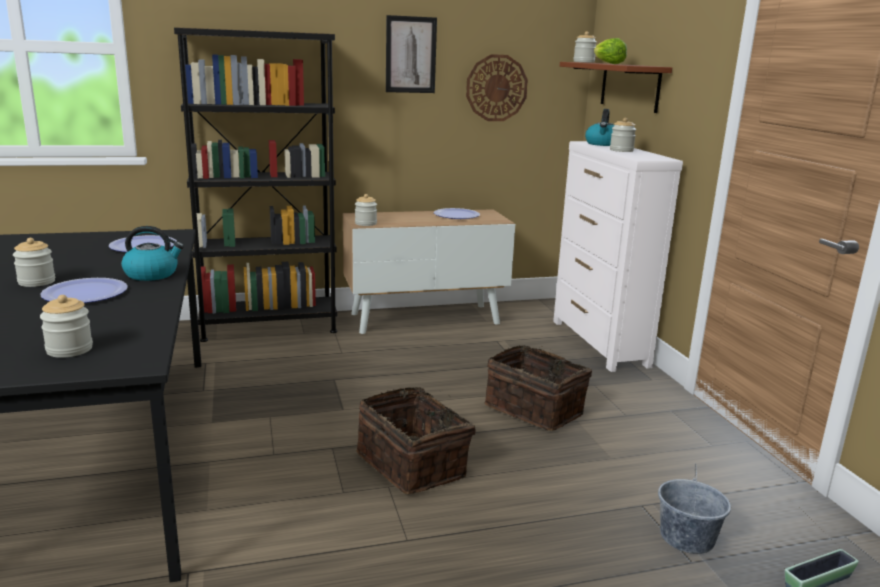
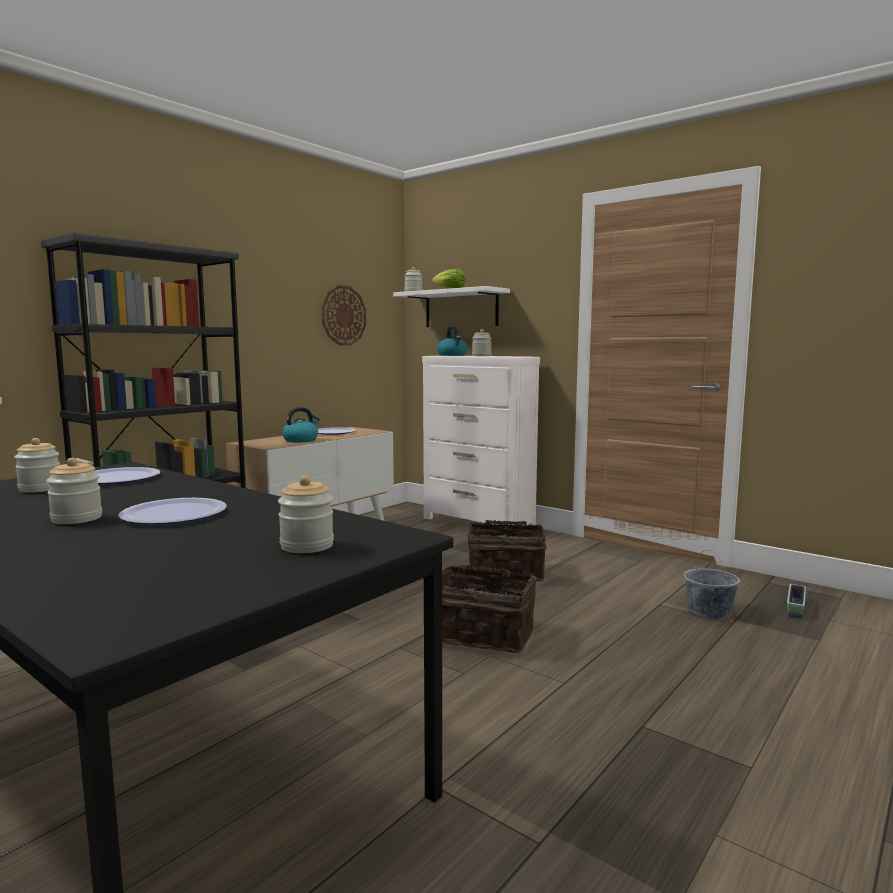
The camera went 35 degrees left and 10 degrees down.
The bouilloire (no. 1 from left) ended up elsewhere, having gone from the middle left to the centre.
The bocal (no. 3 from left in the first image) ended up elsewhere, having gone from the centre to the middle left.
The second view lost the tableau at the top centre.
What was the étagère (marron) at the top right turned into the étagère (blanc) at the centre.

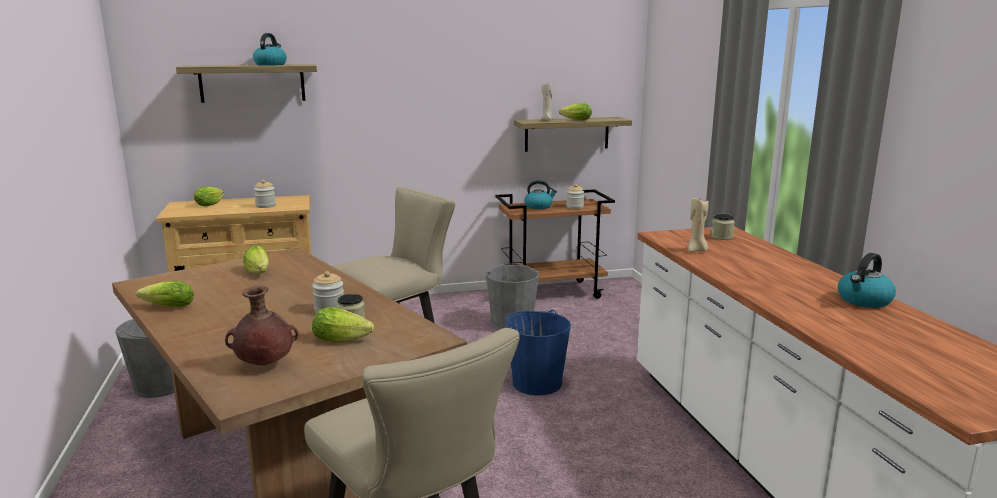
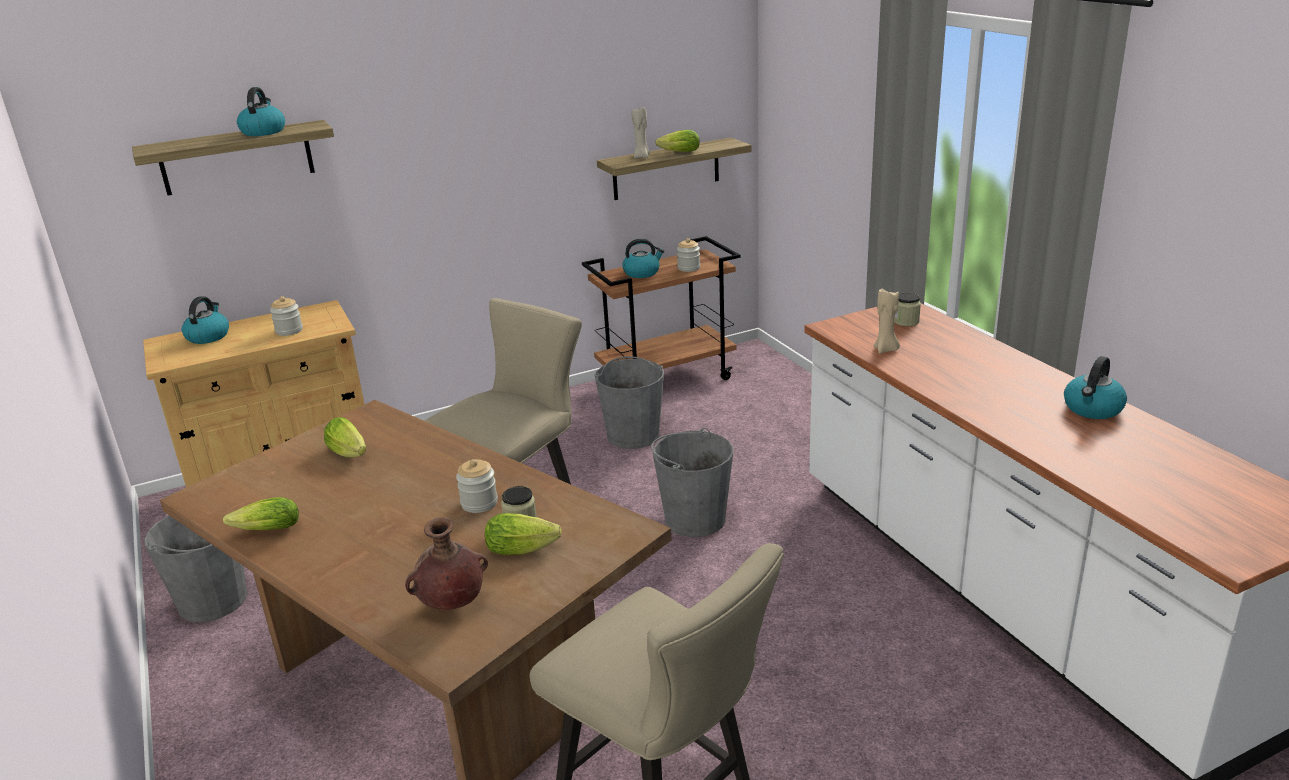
The camera went 10 degrees left and 10 degrees up.
Where the laitue (no. 2 from left) stood at the middle left, the bouilloire (no. 1 from left) came to stand at the middle left.
What was the seau (bleu) at the bottom centre turned into the seau (gris) (no. 3 from left) at the centre.

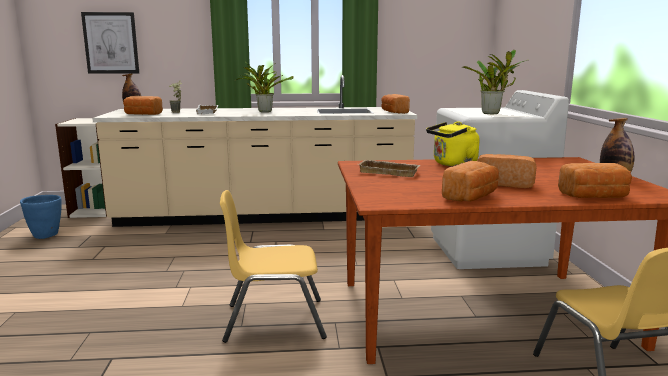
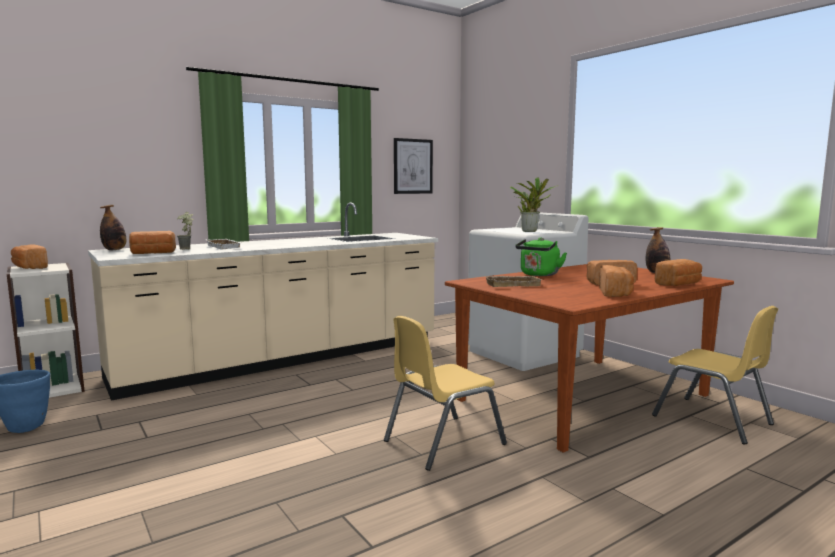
The camera went 30 degrees left and 5 degrees down.
The tableau ended up elsewhere, having gone from the top left to the top centre.
The second view lost the plante en pot (no. 2 from left) at the top centre.
The pain (no. 2 from left in the first image) ended up elsewhere, having gone from the top centre to the middle left.
What was the bouilloire (jaune) at the middle right turned into the bouilloire (vert) at the centre.

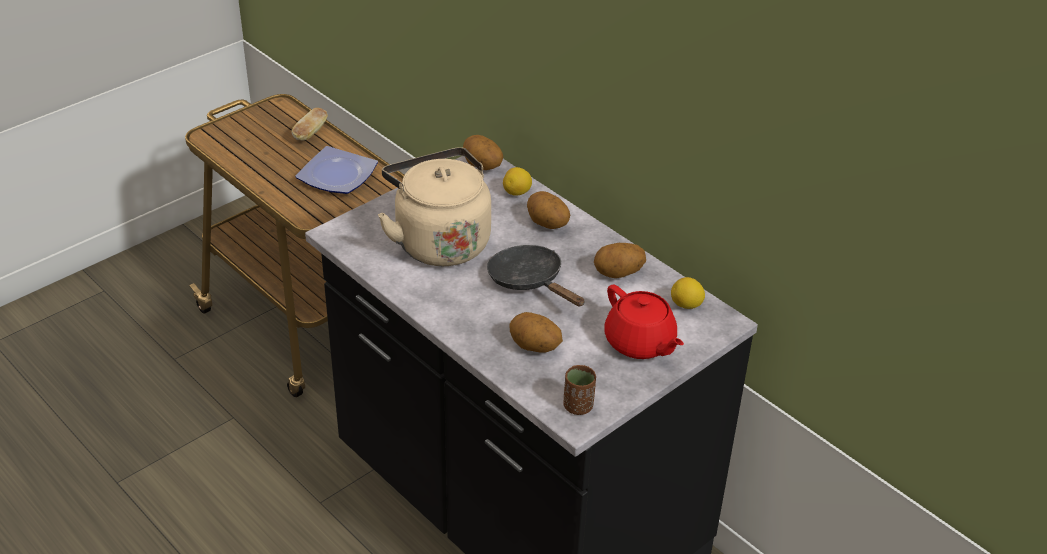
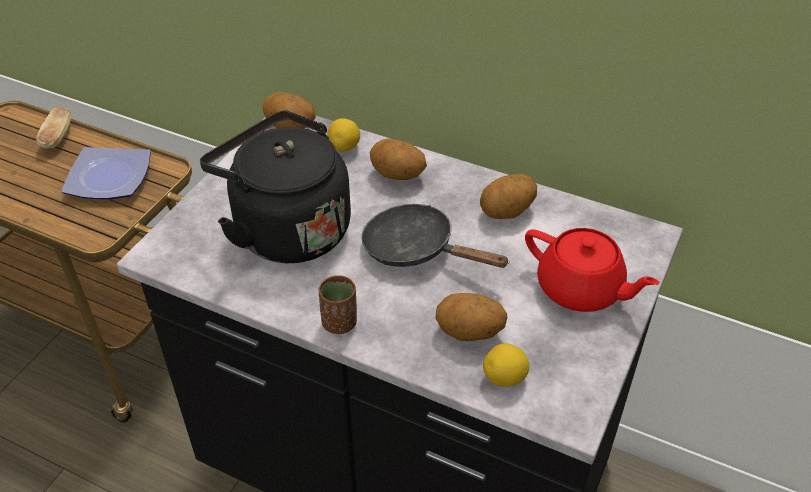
The camera went 20 degrees left and 5 degrees up.
What was the bouilloire (beige) at the centre turned into the bouilloire (noir) at the centre.
The tasse (marron) ended up elsewhere, having gone from the bottom centre to the centre.
The citron (no. 2 from left) ended up elsewhere, having gone from the centre to the bottom centre.

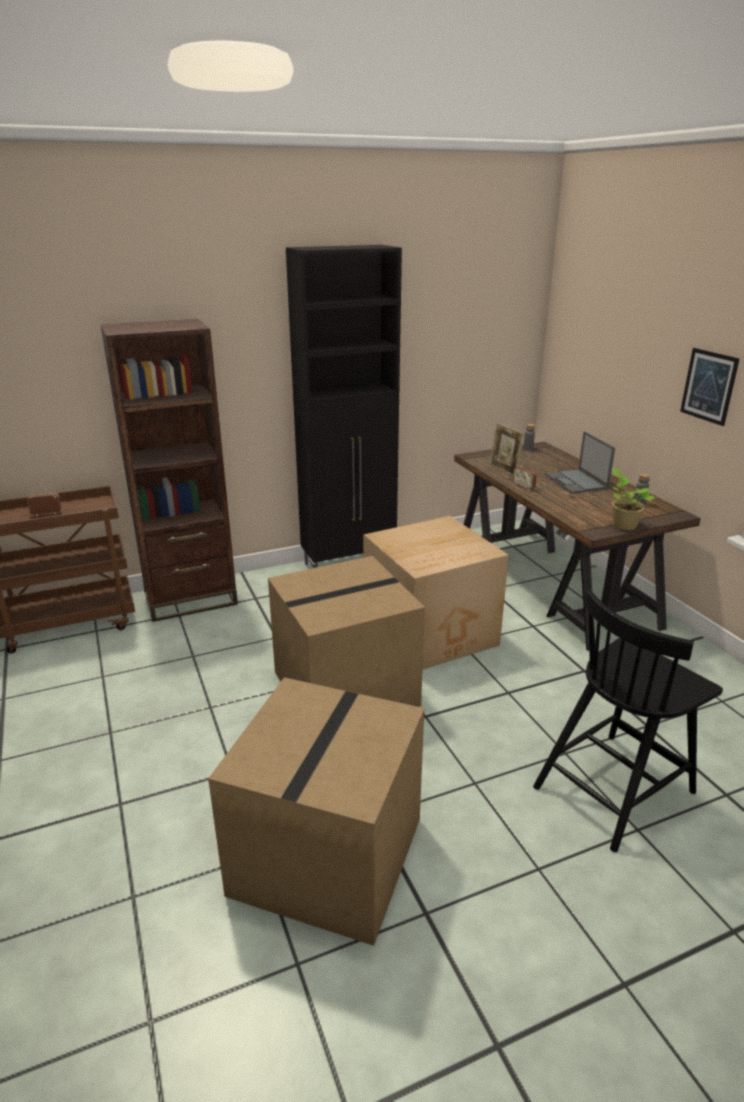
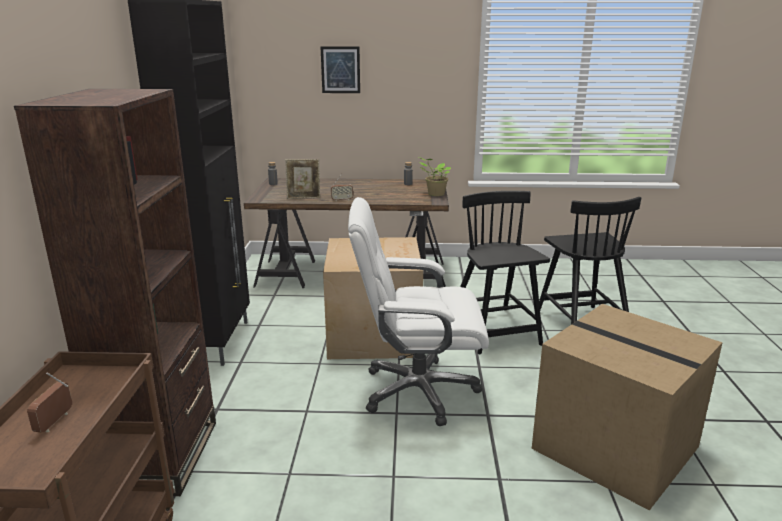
The camera went 65 degrees left and 5 degrees down.
Where the carton (no. 2 from left) stood at the centre, the chaise de bureau (blanc) came to stand at the centre.
The second view lost the ordinateur portable at the middle right.
The tableau ended up elsewhere, having gone from the middle right to the top centre.
The second view gained the chaise (noir) (no. 1 from left) at the centre.

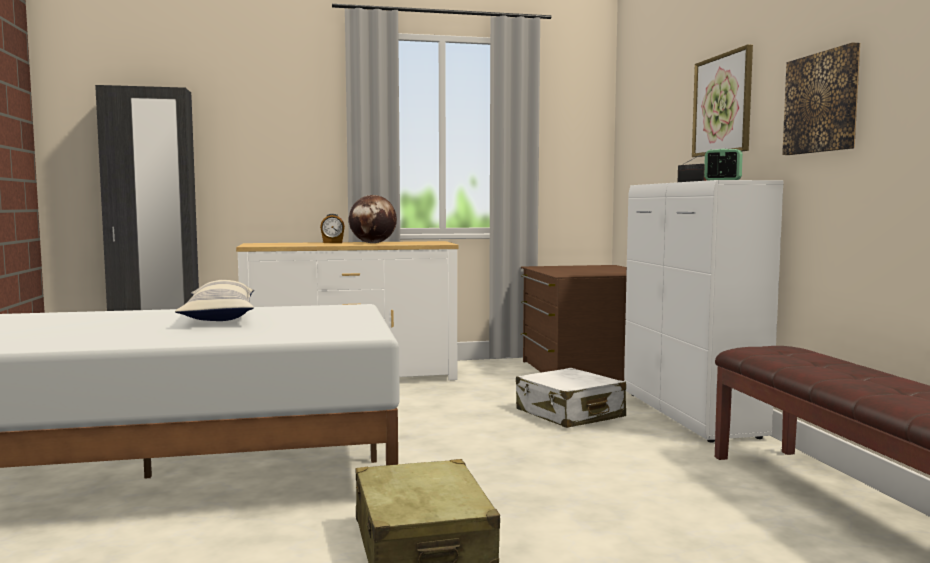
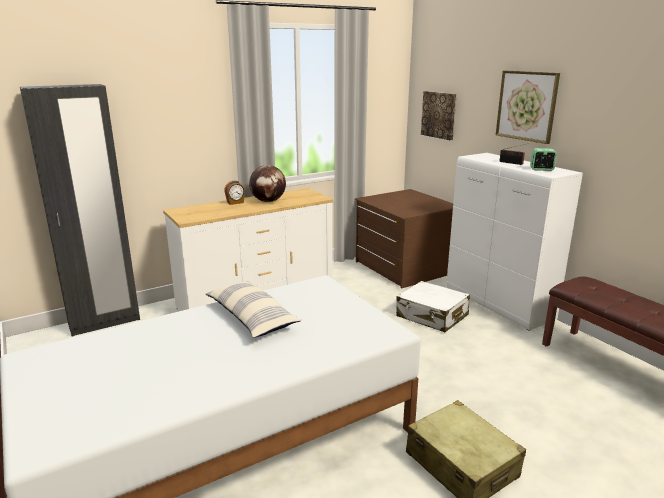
The camera went 20 degrees left and 15 degrees up.
The tableau (no. 2 from left in the first image) ended up elsewhere, having gone from the top right to the top centre.

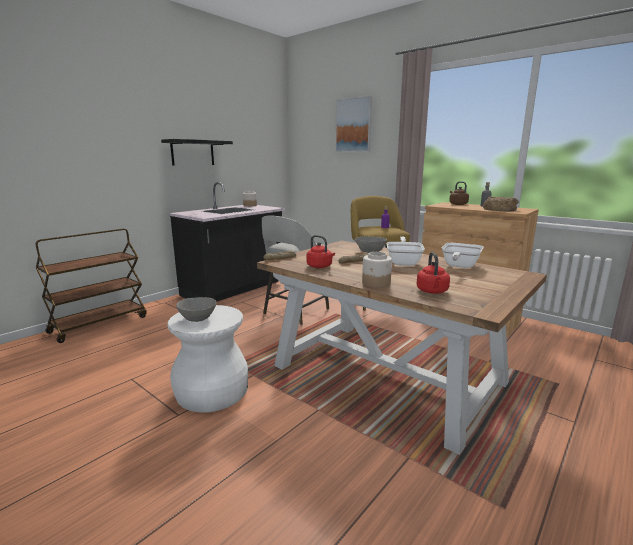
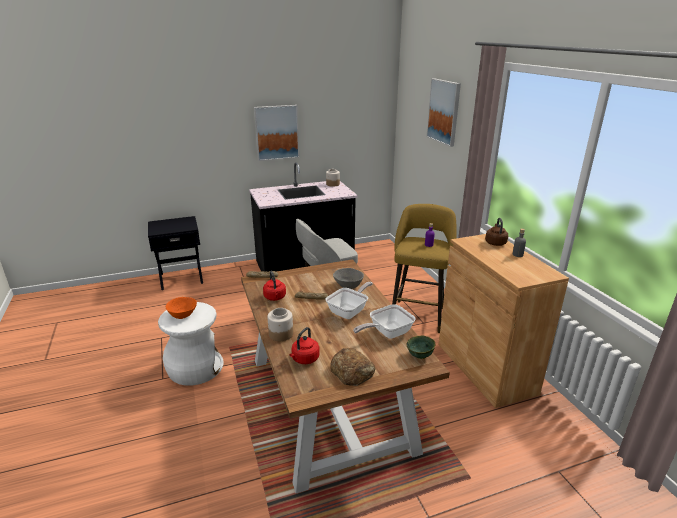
The camera went 30 degrees right and 10 degrees up.
Where the chariot (marron) stood at the middle left, the table de chevet (noir) came to stand at the middle left.
Where the étagère (noir) hung at the top left, the tableau (no. 1 from left) came to hang at the top centre.
What was the bol (gris) (no. 1 from left) at the middle left turned into the bol (orange) at the middle left.
The pain (no. 3 from left) ended up elsewhere, having gone from the middle right to the bottom centre.
The second view gained the bol (vert) at the bottom centre.

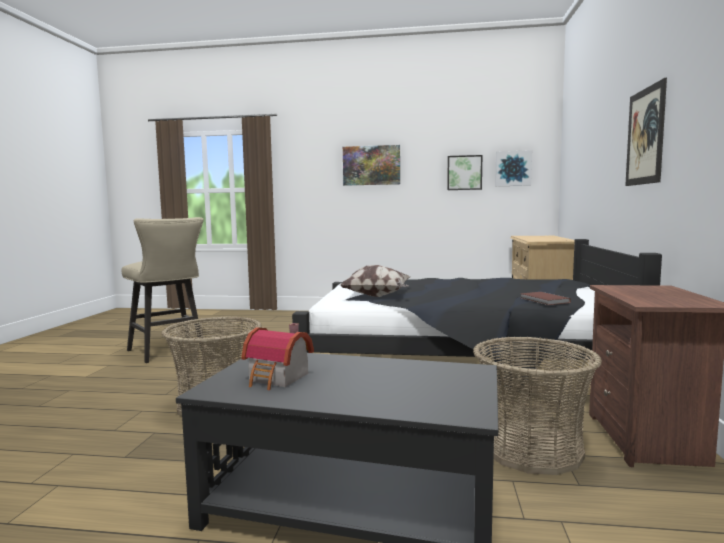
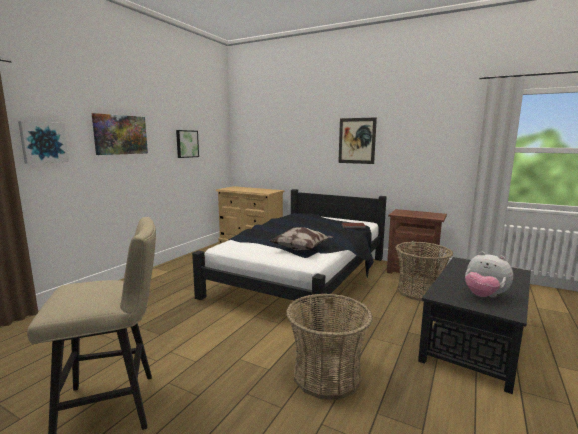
The camera went 70 degrees left and 5 degrees up.
Where the maison miniature stood at the centre, the peluche came to stand at the middle right.
The tableau (no. 3 from left in the first image) ended up elsewhere, having gone from the top right to the top left.

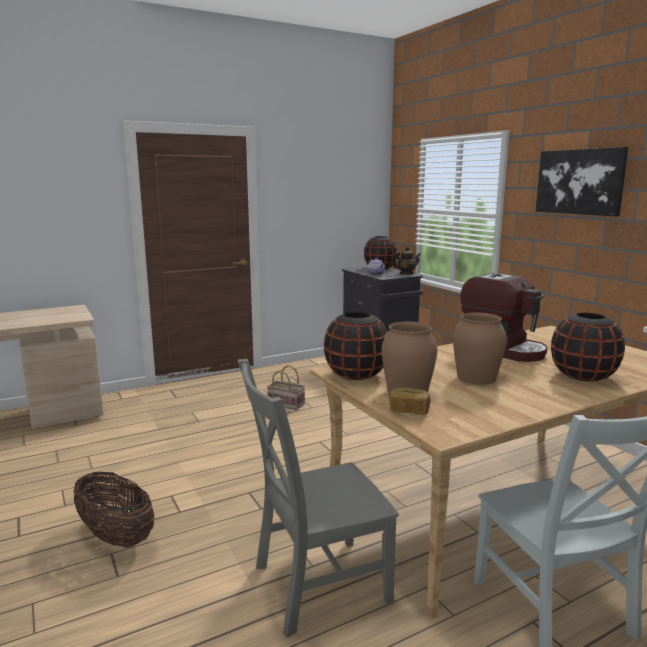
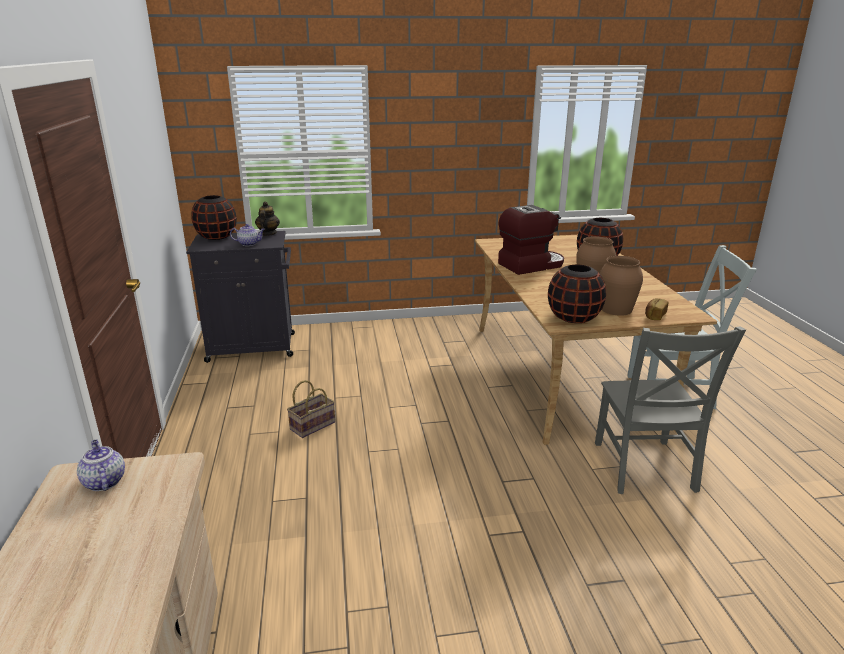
The camera went 70 degrees left and 10 degrees up.
The second view lost the panier (no. 1 from left) at the bottom left.
The second view lost the tableau at the top right.
The second view gained the théière (no. 1 from left) at the bottom left.

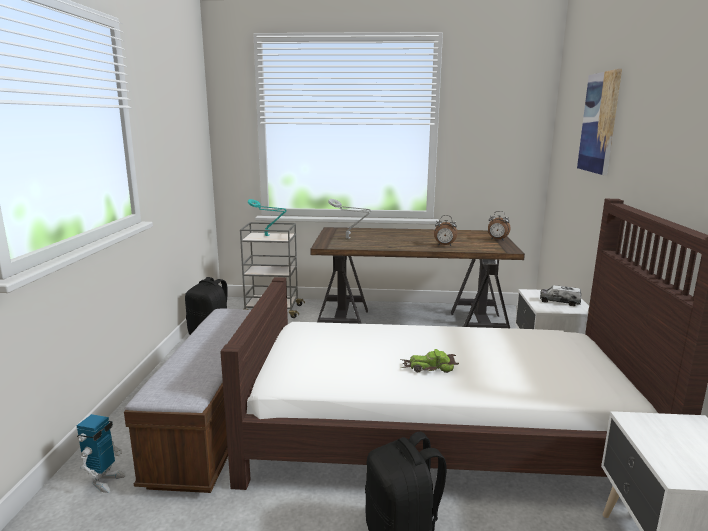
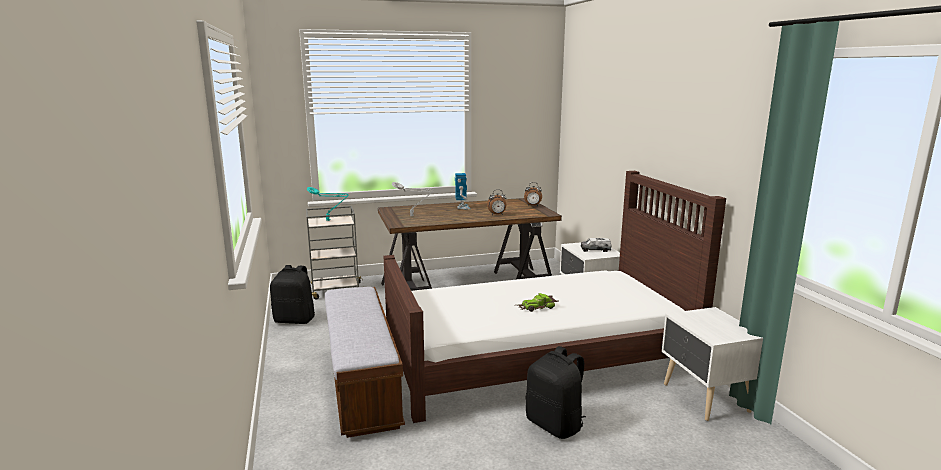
The camera went 20 degrees left and 0 degrees up.
The robot jouet ended up elsewhere, having gone from the bottom left to the centre.
The second view lost the tableau at the top right.

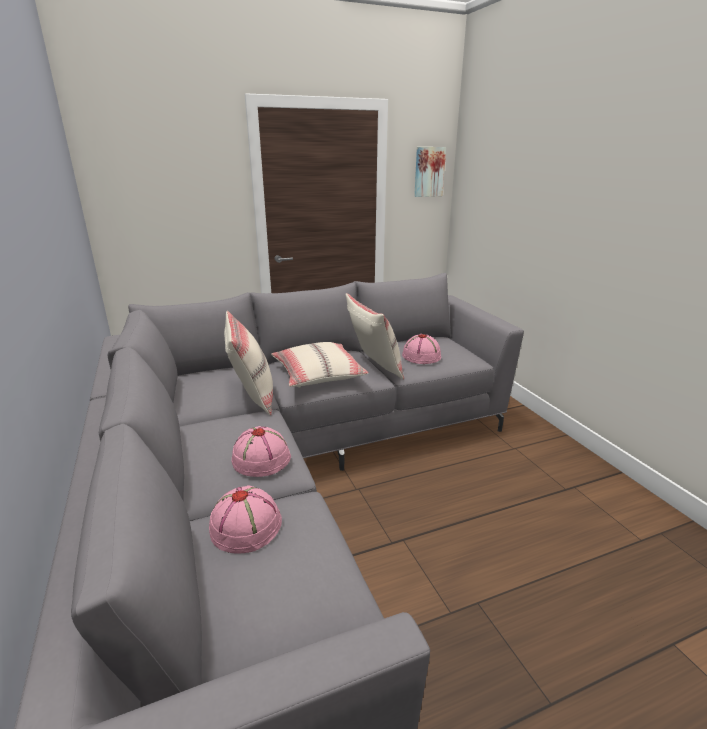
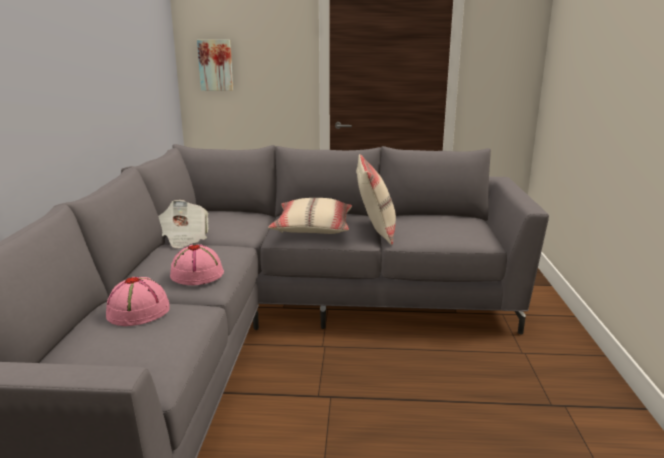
The camera went 25 degrees right and 5 degrees down.
The second view lost the coussin (beige) (no. 1 from left) at the centre.
The second view lost the chapeau (rose) (no. 3 from left) at the centre.
The tableau ended up elsewhere, having gone from the top centre to the top left.
The second view gained the journal at the middle left.

